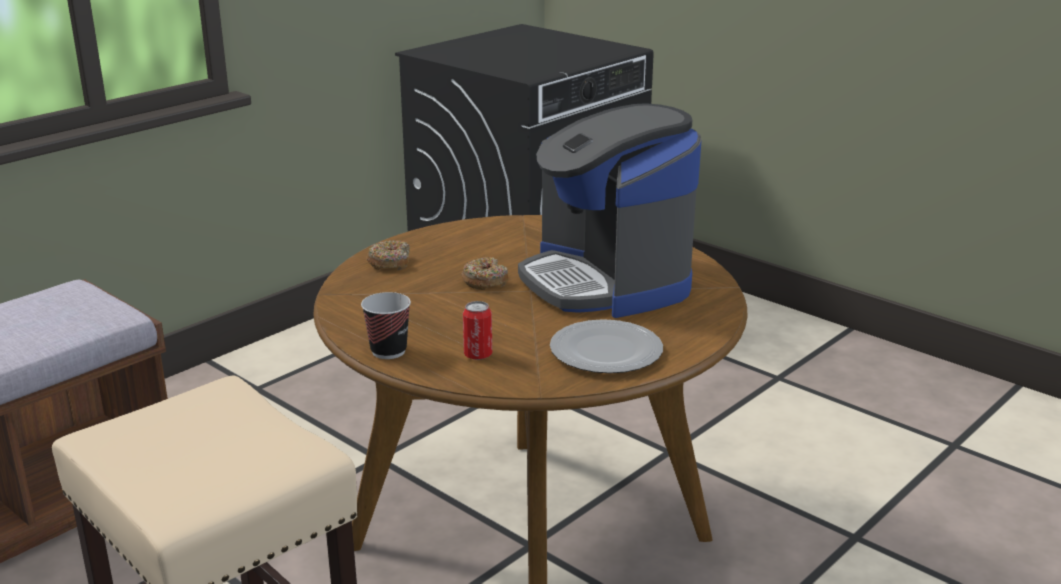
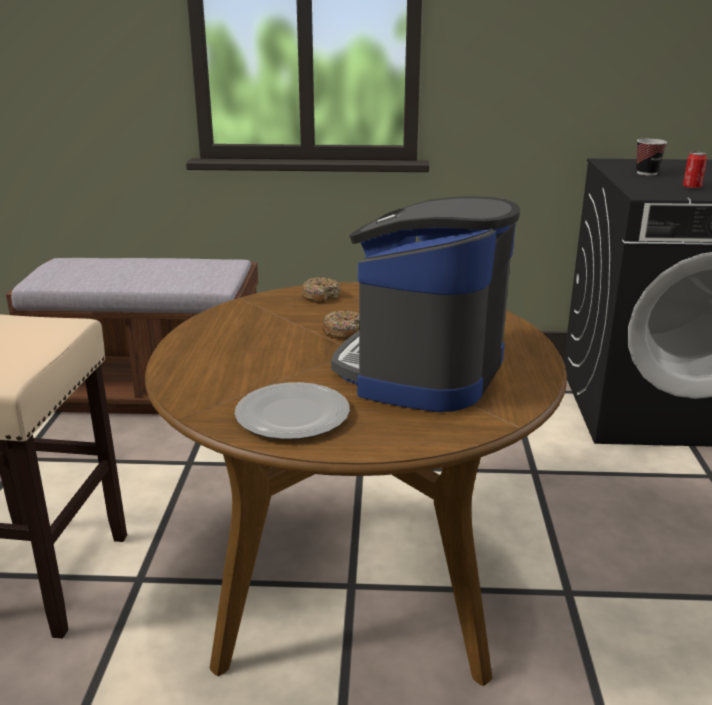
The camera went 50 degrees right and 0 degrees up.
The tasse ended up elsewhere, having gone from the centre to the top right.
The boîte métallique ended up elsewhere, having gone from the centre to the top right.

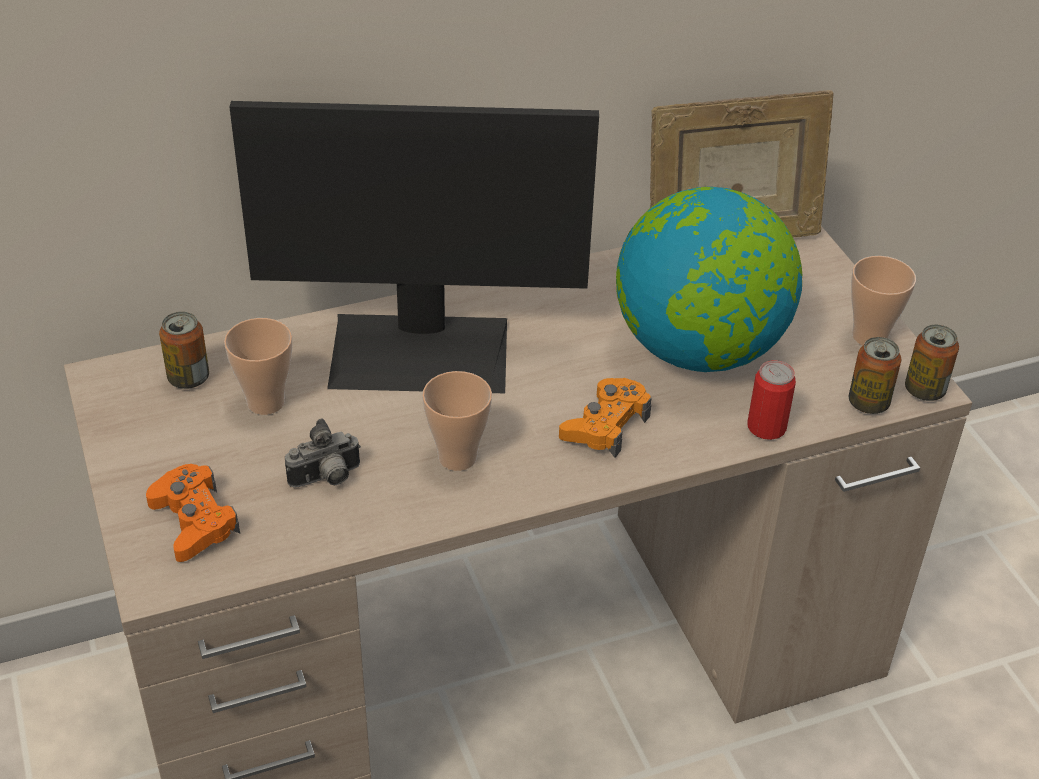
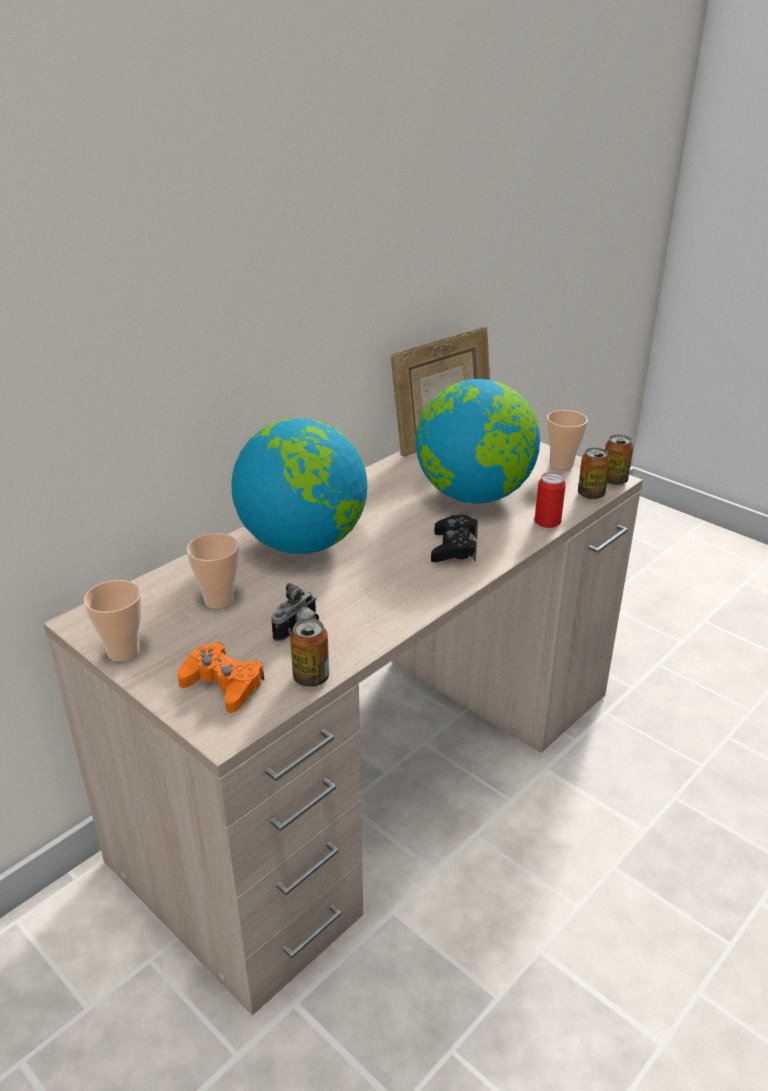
The camera went 25 degrees left and 10 degrees down.
The boîte métallique (no. 1 from left) ended up elsewhere, having gone from the middle left to the centre.
Where the écran d'ordinateur stood at the top centre, the globe (no. 1 from left) came to stand at the centre.
The tasse (no. 2 from left in the first image) ended up elsewhere, having gone from the centre to the middle left.
What was the manette (orange) (no. 2 from left) at the centre turned into the manette (noir) at the centre.

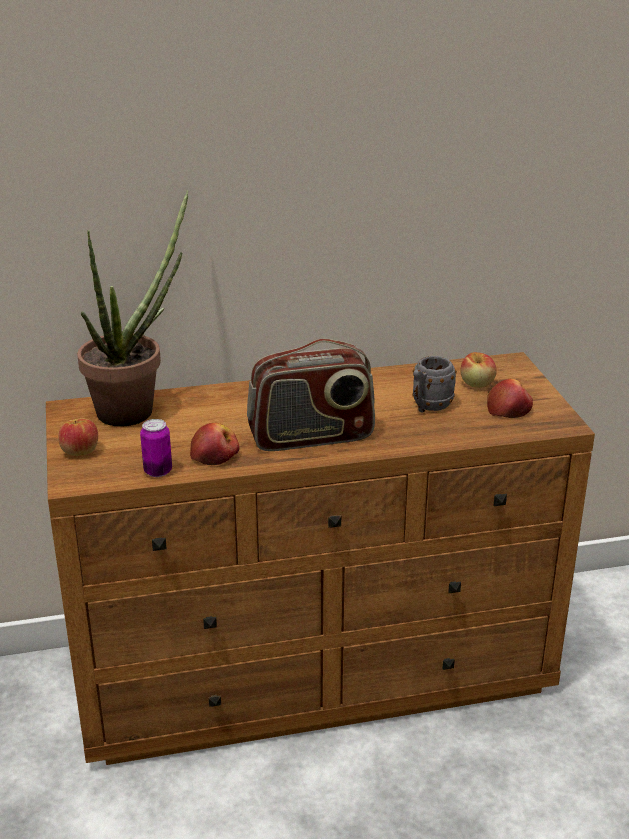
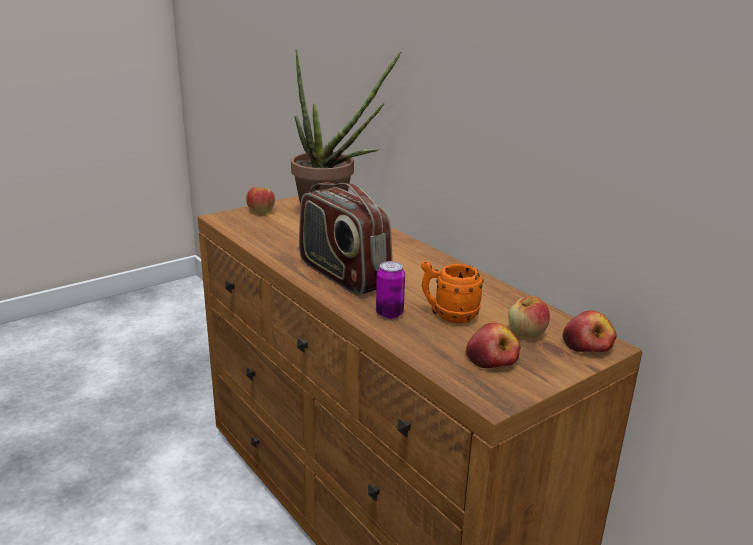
The camera went 65 degrees right and 5 degrees down.
The boîte métallique ended up elsewhere, having gone from the middle left to the centre.
The pomme (no. 2 from left in the first image) ended up elsewhere, having gone from the centre to the middle right.
What was the mug (gris) at the middle right turned into the mug (orange) at the centre.

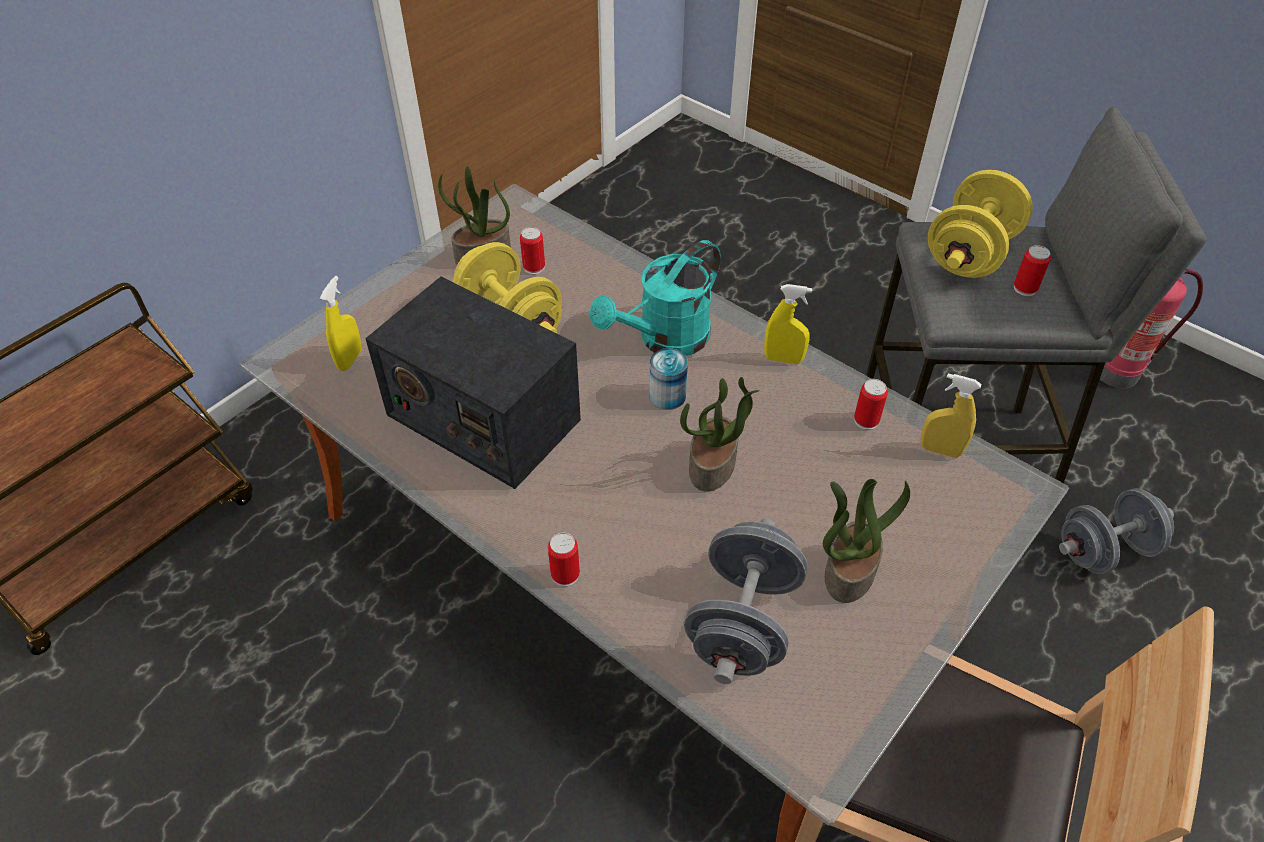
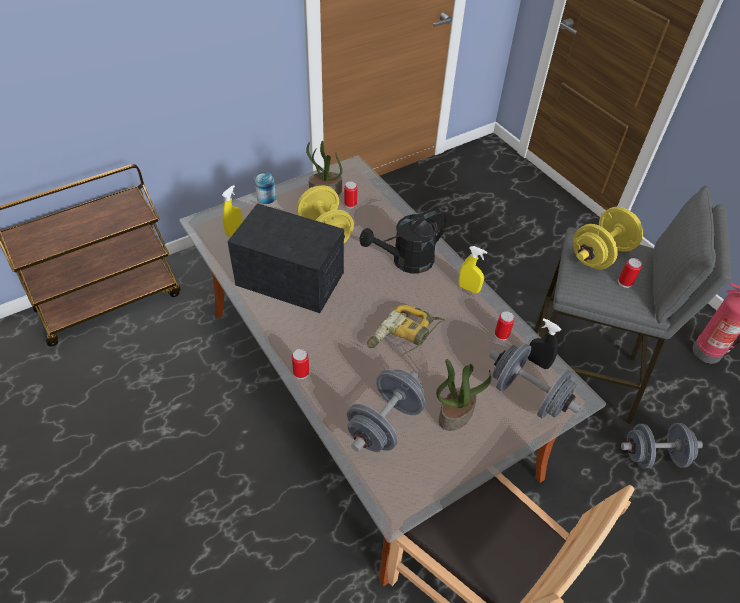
The camera went 15 degrees right and 0 degrees up.
The radio at the centre ended up facing another way, 150 degrees clockwise from before.
What was the arrosoir (turquoise) at the centre turned into the arrosoir (noir) at the centre.
The boîte métallique (no. 3 from left in the first image) ended up elsewhere, having gone from the centre to the top centre.
Where the plante en pot (no. 2 from left) stood at the centre, the perceuse came to stand at the centre.
What was the vaporisateur (jaune) (no. 3 from left) at the middle right turned into the vaporisateur (noir) at the middle right.
The second view gained the haltère (gris) (no. 2 from left) at the middle right.

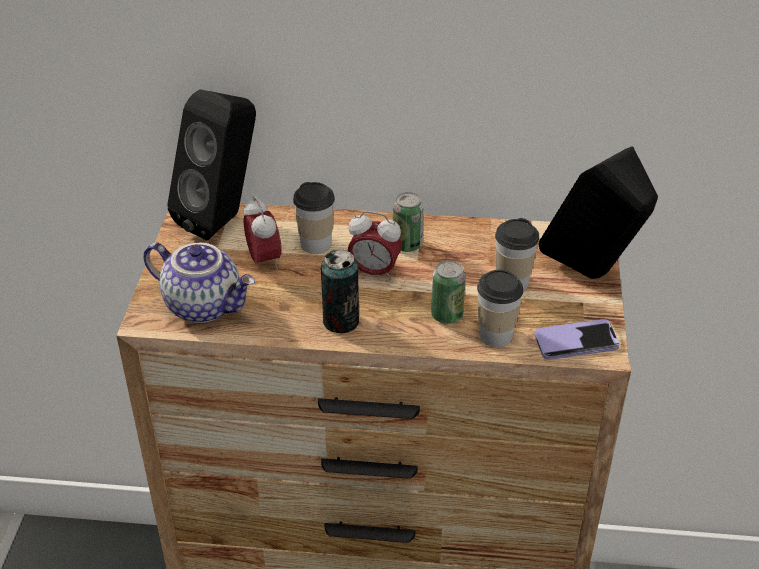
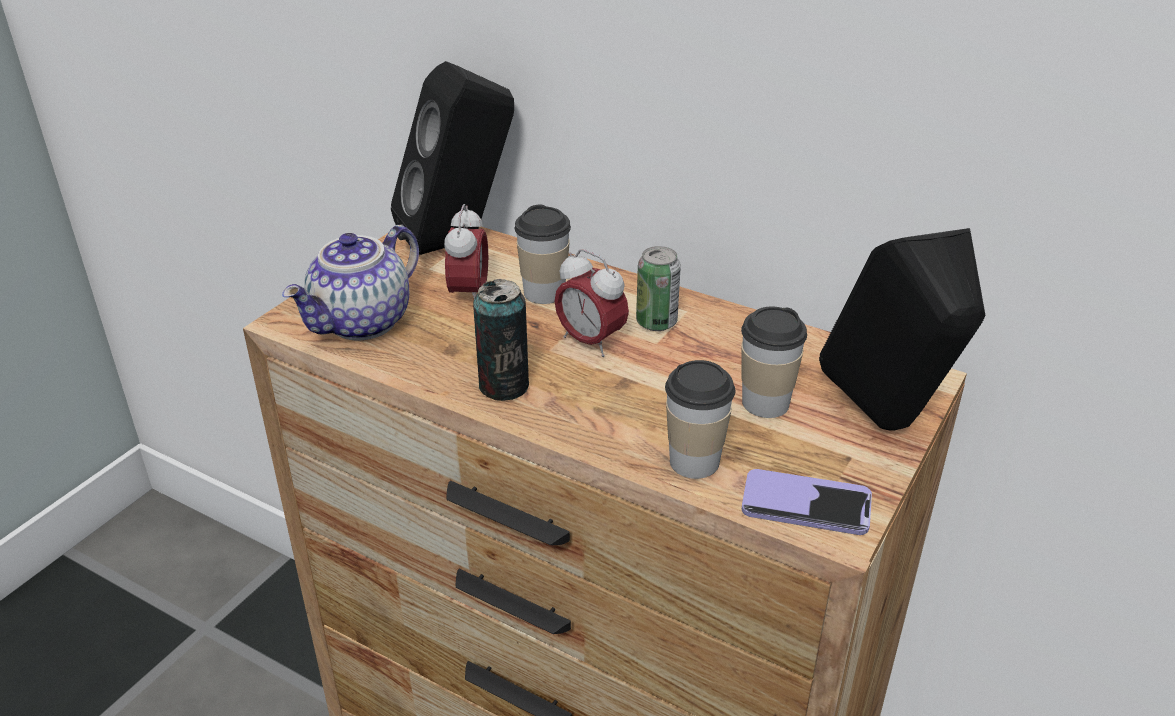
The camera went 25 degrees right and 5 degrees down.
The théière at the middle left ended up facing another way, 75 degrees clockwise from before.
The second view lost the boîte métallique (no. 3 from left) at the centre.

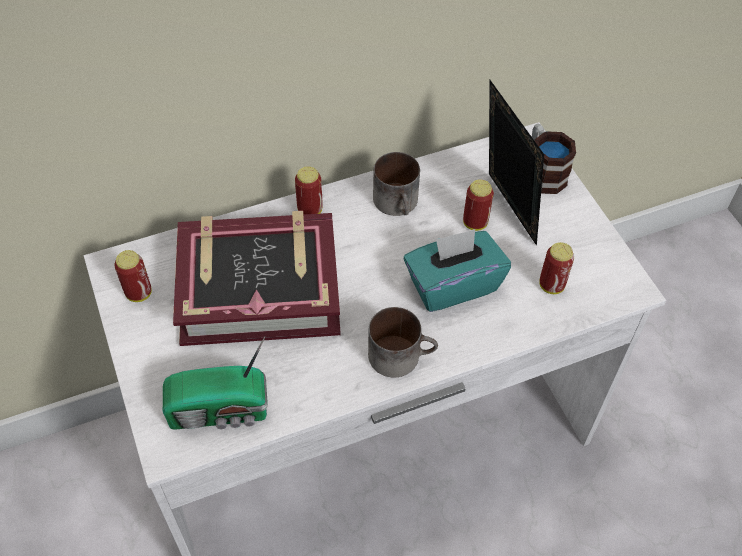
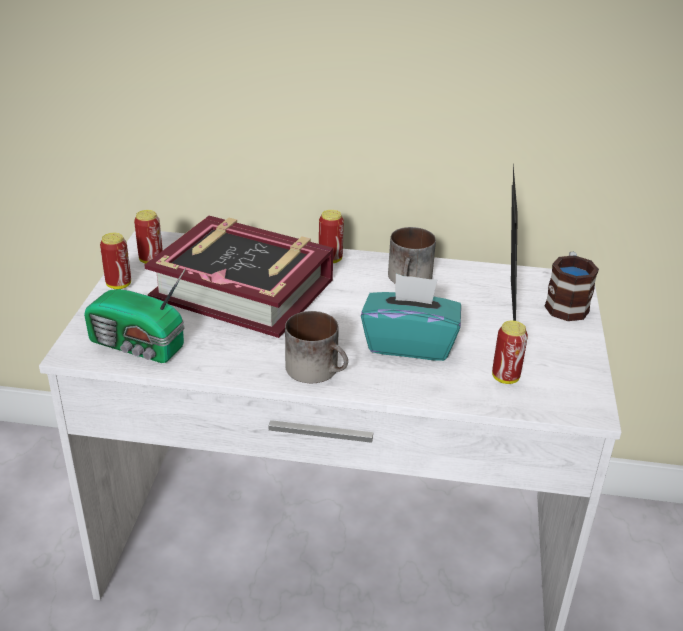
The camera went 30 degrees right and 20 degrees down.
The boîte métallique (no. 3 from left in the first image) ended up elsewhere, having gone from the centre to the middle left.

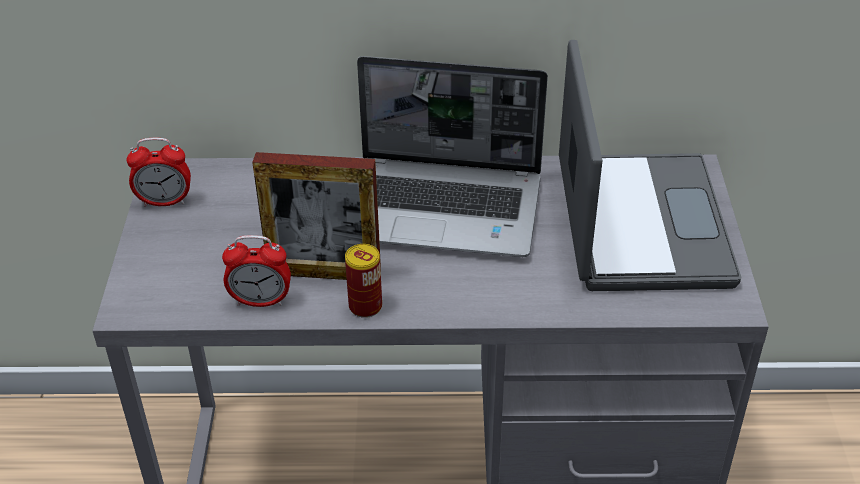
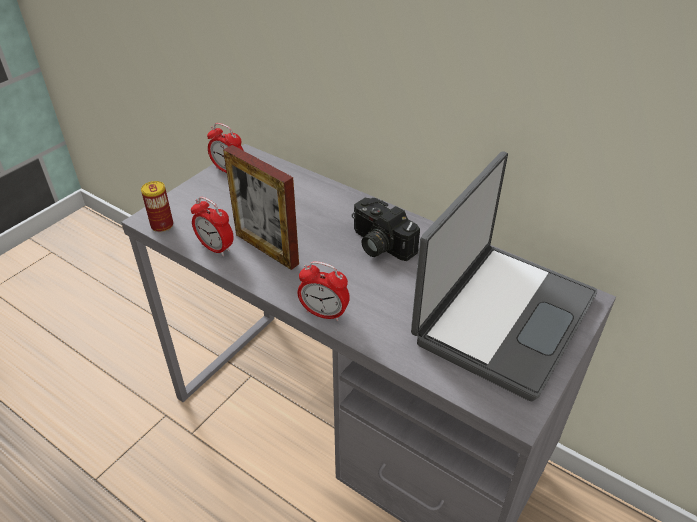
The camera went 35 degrees right and 0 degrees up.
The boîte métallique ended up elsewhere, having gone from the centre to the middle left.
Where the ordinateur portable (no. 1 from left) stood at the top centre, the appareil photo came to stand at the centre.
The second view gained the réveil (no. 3 from left) at the centre.

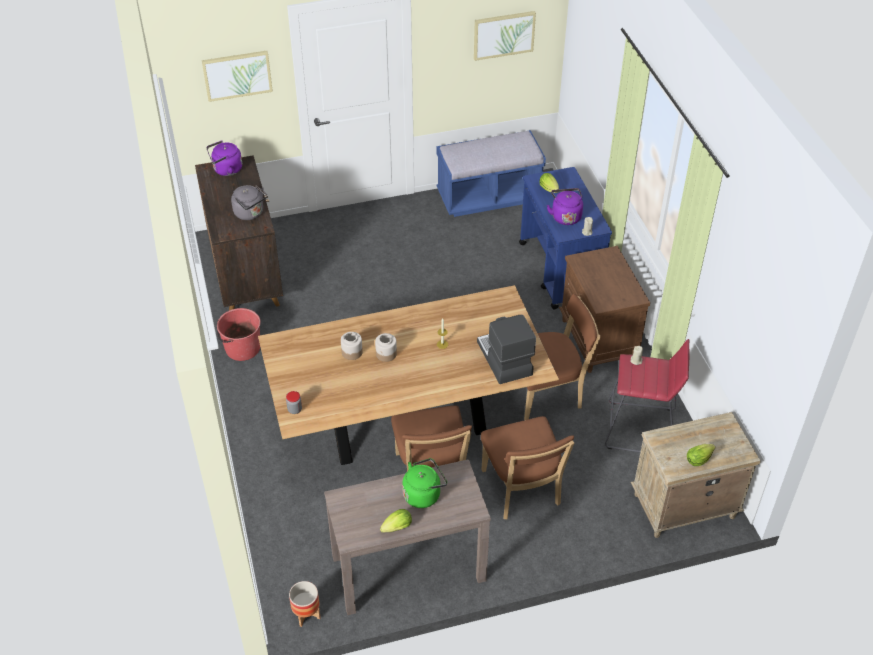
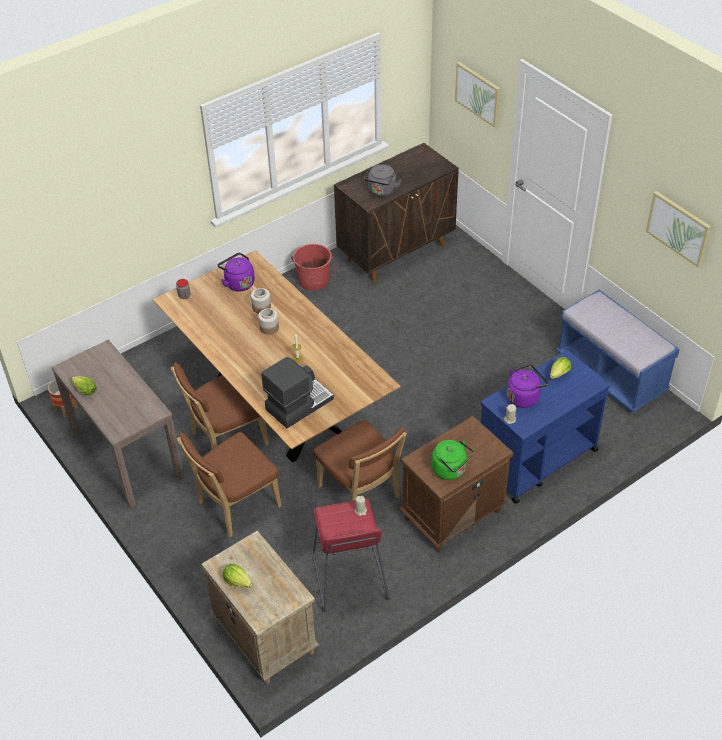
The camera went 70 degrees right and 0 degrees up.
The bouilloire (violet) (no. 1 from left) ended up elsewhere, having gone from the top left to the middle left.
The bouilloire (vert) ended up elsewhere, having gone from the bottom centre to the centre.

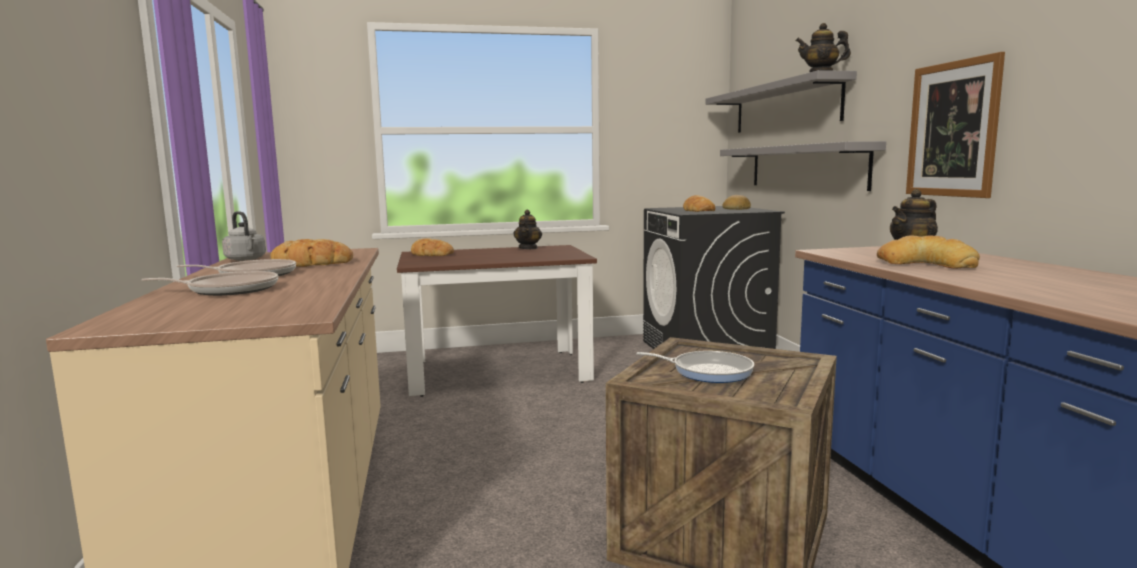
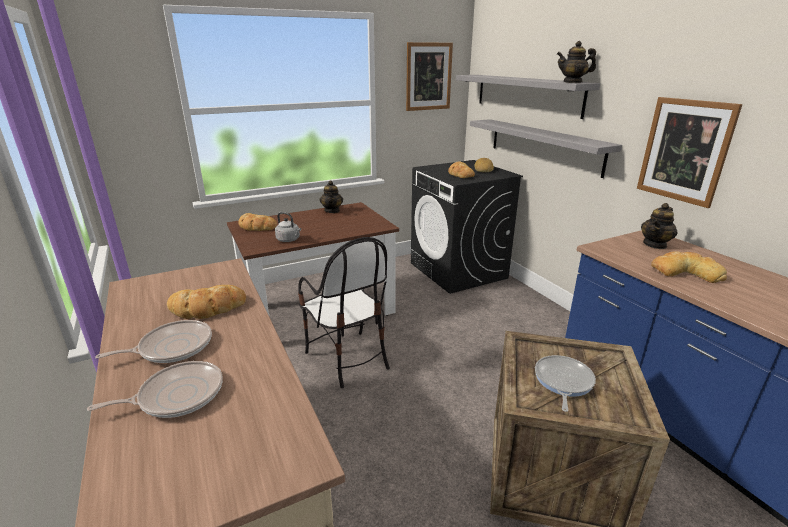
The camera went 15 degrees left and 15 degrees up.
The bouilloire (gris) ended up elsewhere, having gone from the middle left to the centre.
The poêle (no. 3 from left) at the centre ended up facing another way, 75 degrees counterclockwise from before.
The second view gained the chaise at the centre.
The second view gained the tableau (no. 1 from left) at the top centre.

